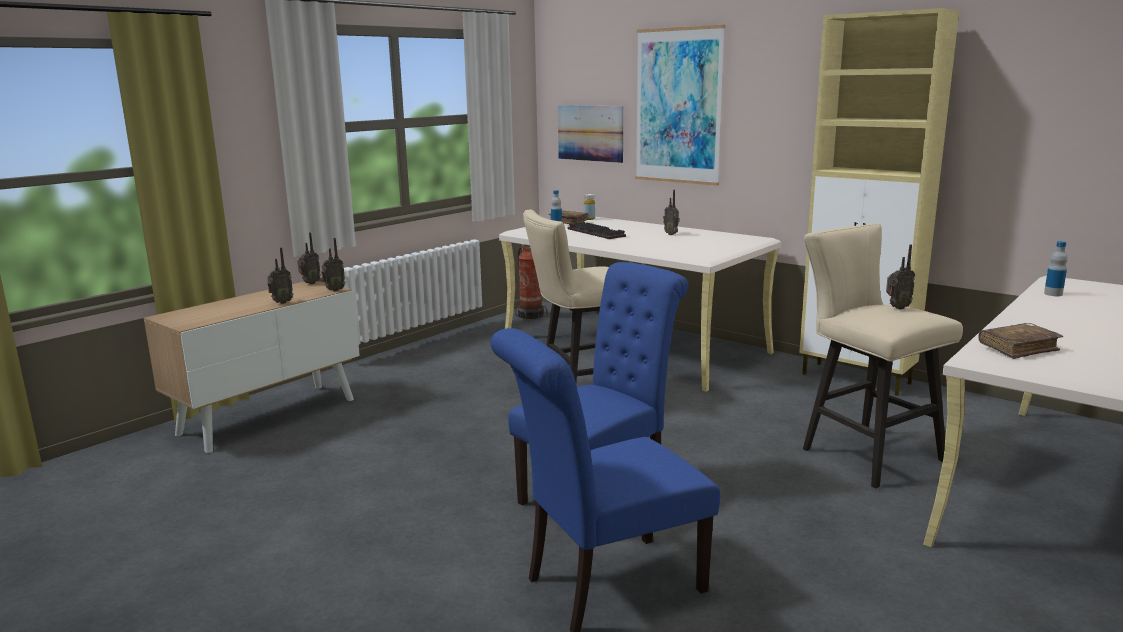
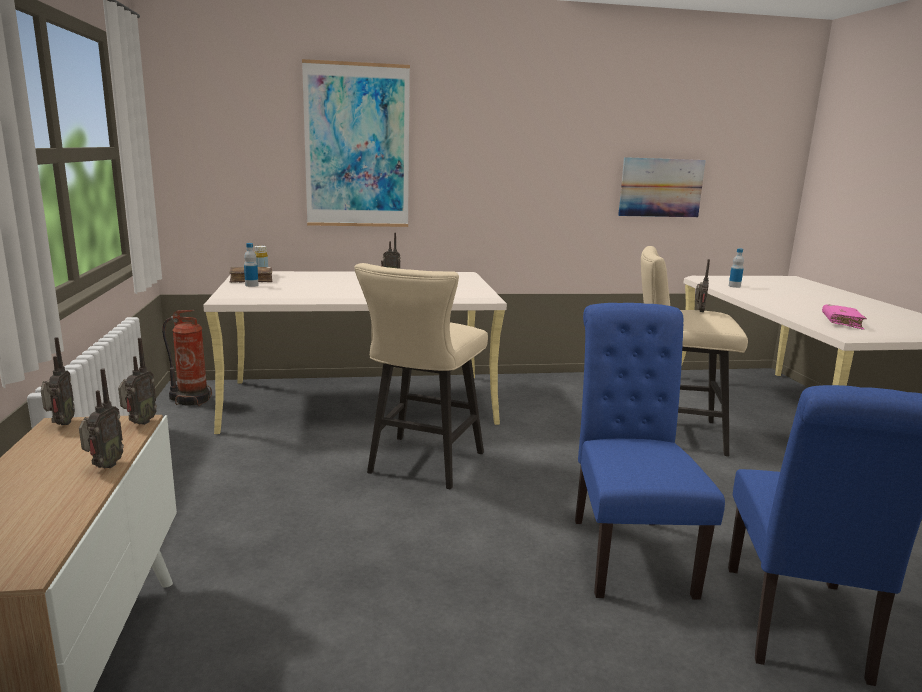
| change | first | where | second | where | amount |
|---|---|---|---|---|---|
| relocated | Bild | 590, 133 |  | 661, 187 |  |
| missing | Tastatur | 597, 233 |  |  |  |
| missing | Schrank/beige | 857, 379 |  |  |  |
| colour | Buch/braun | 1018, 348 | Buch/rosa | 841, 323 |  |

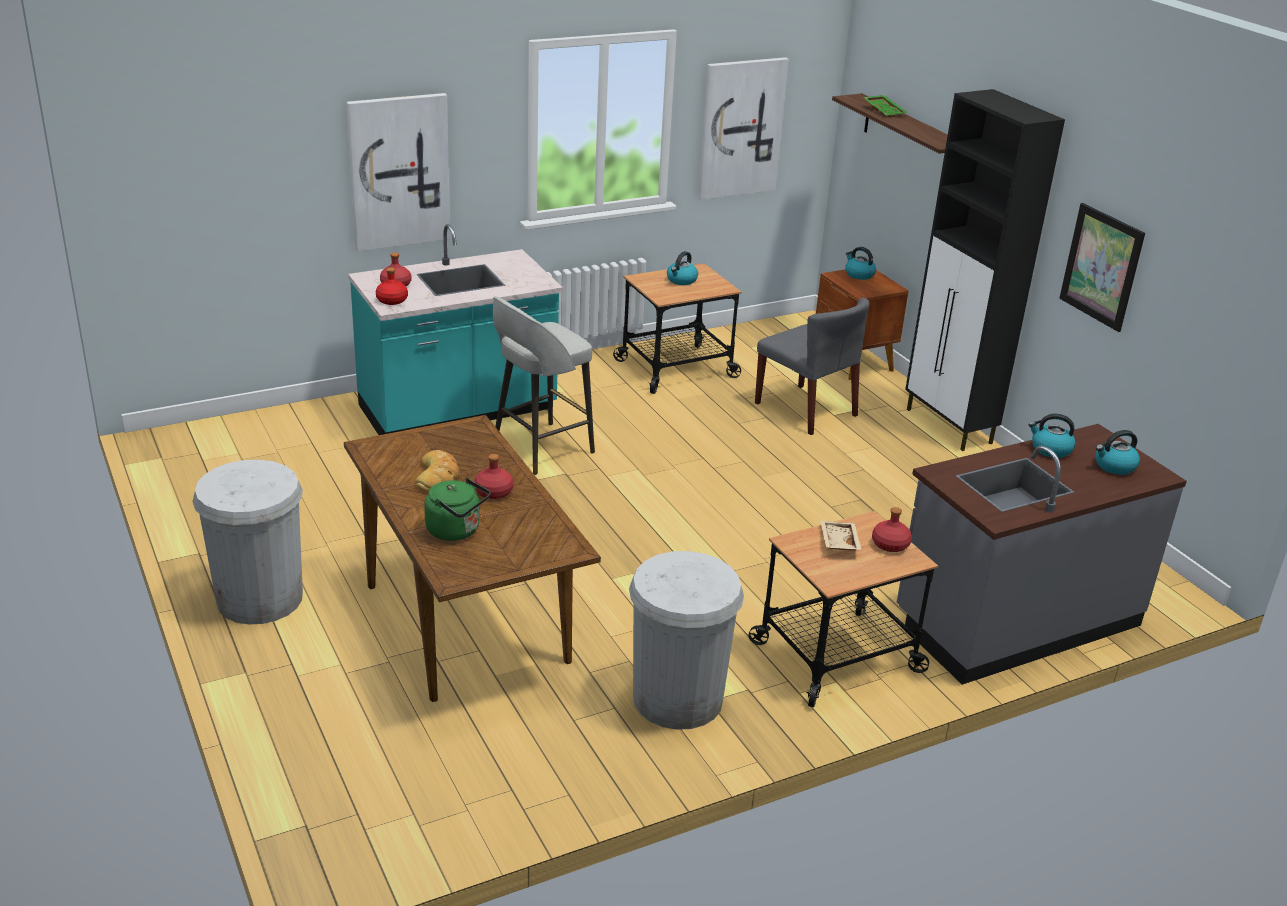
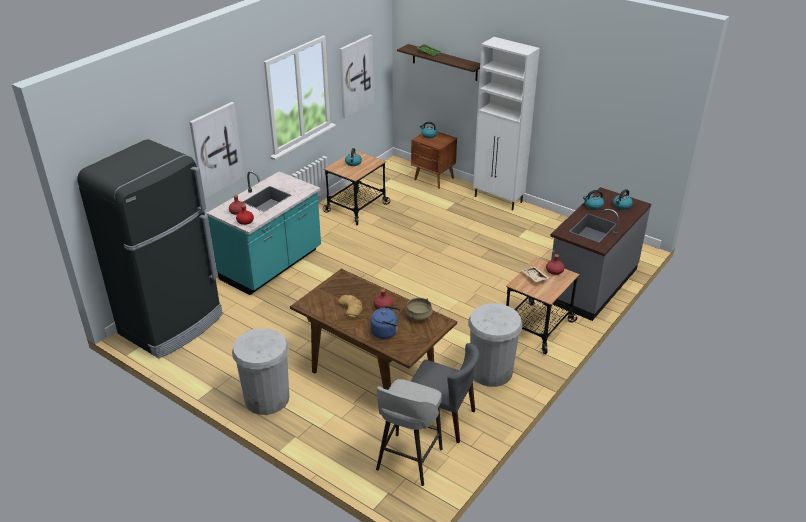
| change | first | where | second | where | amount |
|---|---|---|---|---|---|
| colour | Wasserkessel/grün | 456, 531 | Wasserkessel/blau | 386, 332 |  |
| relocated | Hocker/grau | 540, 449 |  | 408, 461 |  |
| relocated | Stuhl/grau | 806, 409 |  | 441, 418 |  |
| colour | Schrank/schwarz | 949, 427 | Schrank/weiß | 498, 199 |  |
| missing | Bild | 1101, 266 |  |  |  |
| appeared |  |  | Kühlschrank/schwarz | 172, 325 |  |
| appeared |  |  | Kochtopf/beige | 419, 316 |  |

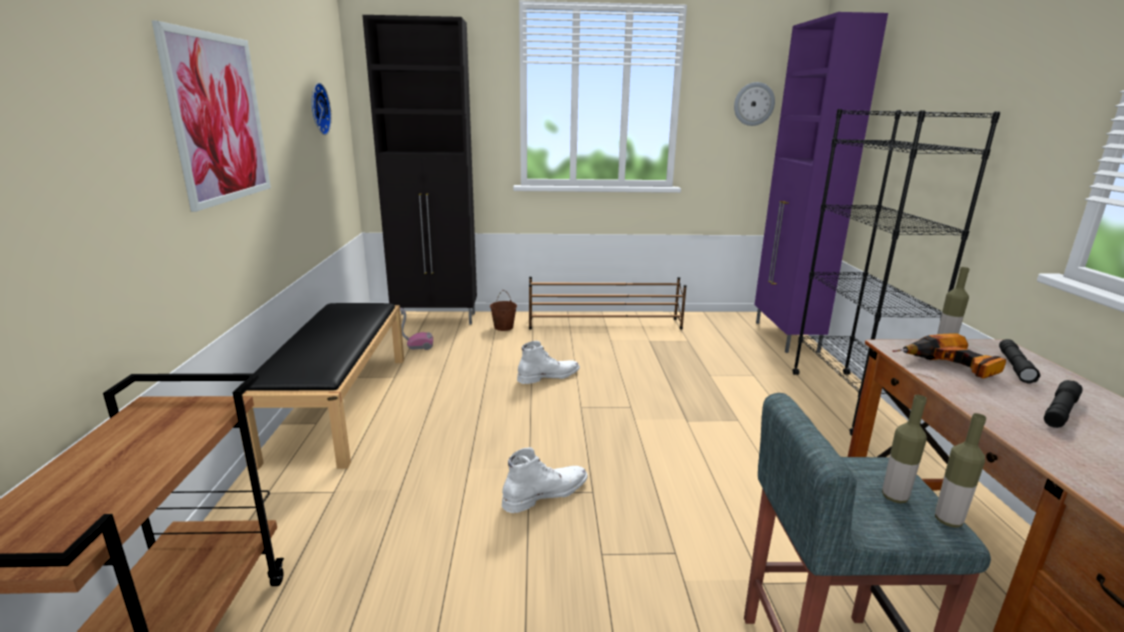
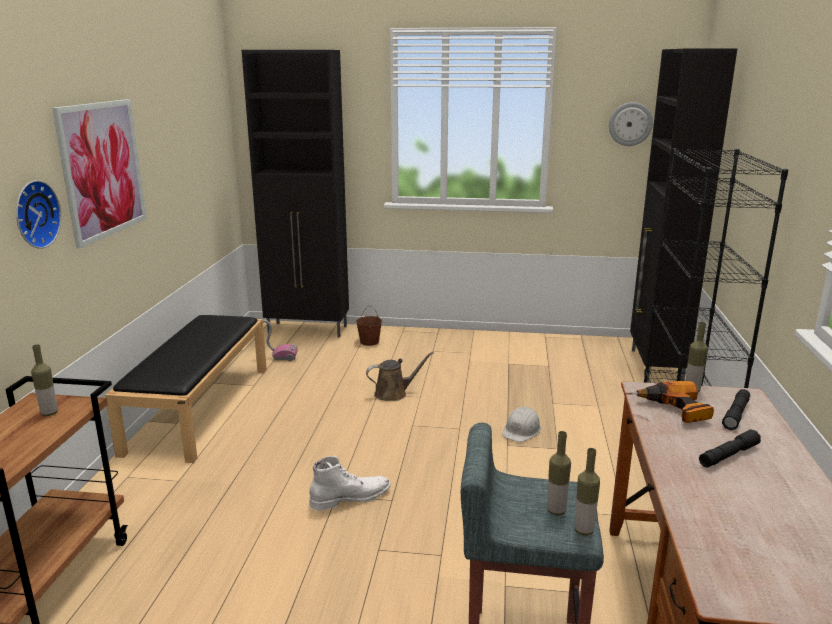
| change | first | where | second | where | amount |
|---|---|---|---|---|---|
| relocated | Wanduhr | 317, 109 |  | 34, 214 |  |
| exchanged | Stiefel/weiß | 548, 376 | Gießkanne/braun | 394, 393 |  |
| missing | Schuhregal/braun | 605, 324 |  |  |  |
| colour | Schrank/lila | 785, 337 | Schrank/schwarz | 655, 368 |  |
| appeared |  |  | Flasche | 49, 413 |  |
| appeared |  |  | Schutzhelm/weiß | 521, 430 |  |

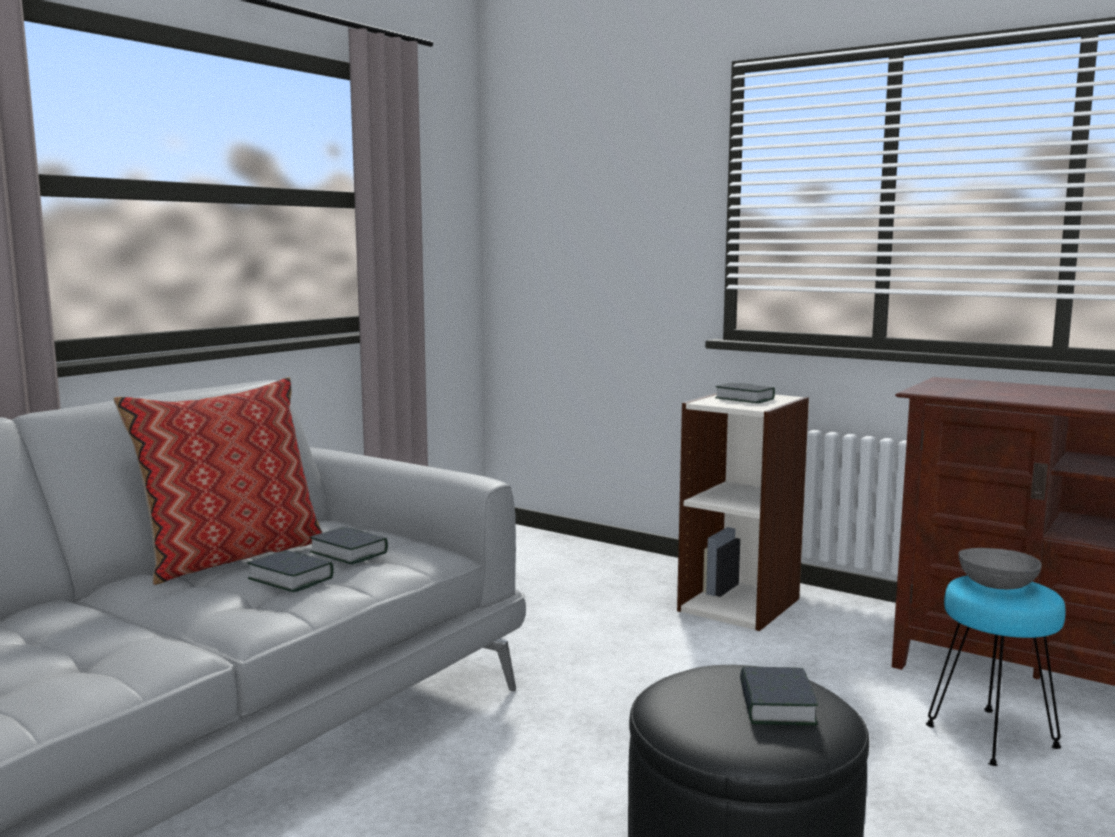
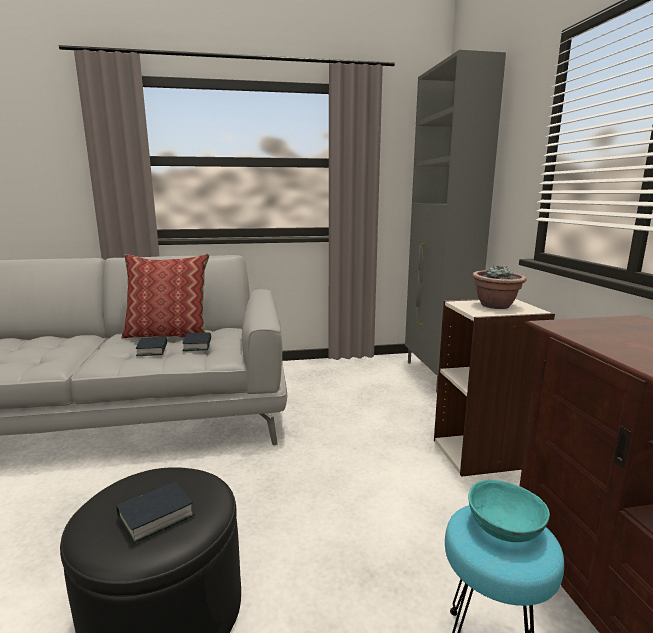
| change | first | where | second | where | amount |
|---|---|---|---|---|---|
| exchanged | Buch | 744, 399 | Topfpflanze | 496, 306 |  |
| colour | Schüssel/grau | 997, 585 | Schüssel/türkis | 503, 527 |  |
| appeared |  |  | Schrank/grau | 436, 376 |  |

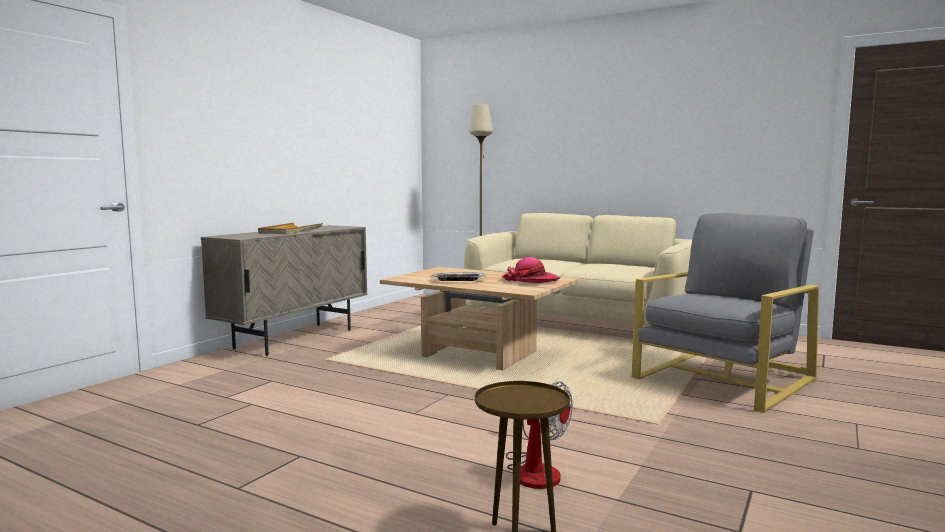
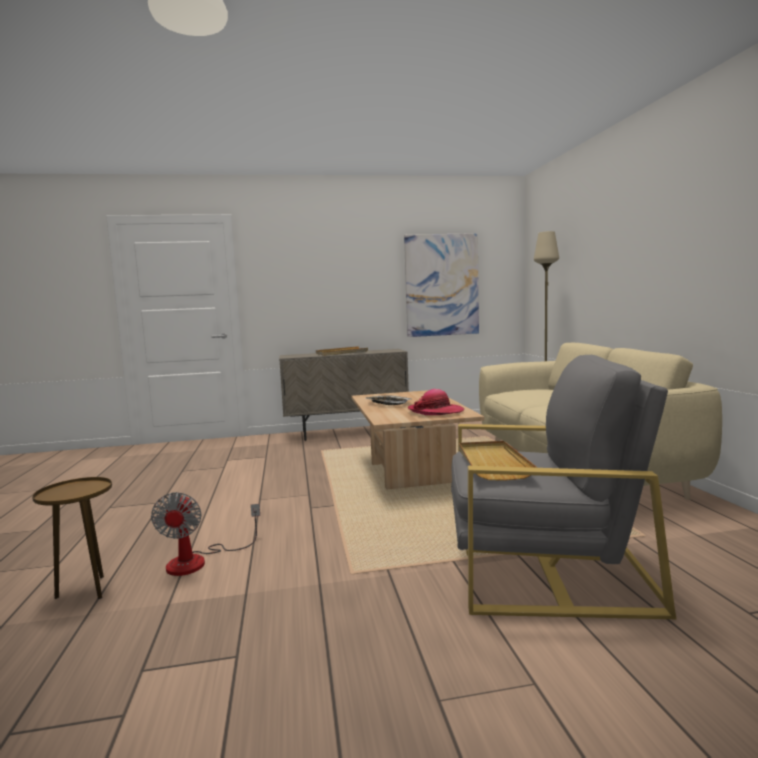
| change | first | where | second | where | amount |
|---|---|---|---|---|---|
| appeared |  |  | Bild | 441, 285 |  |
| appeared |  |  | Tablett/beige | 492, 463 |  |

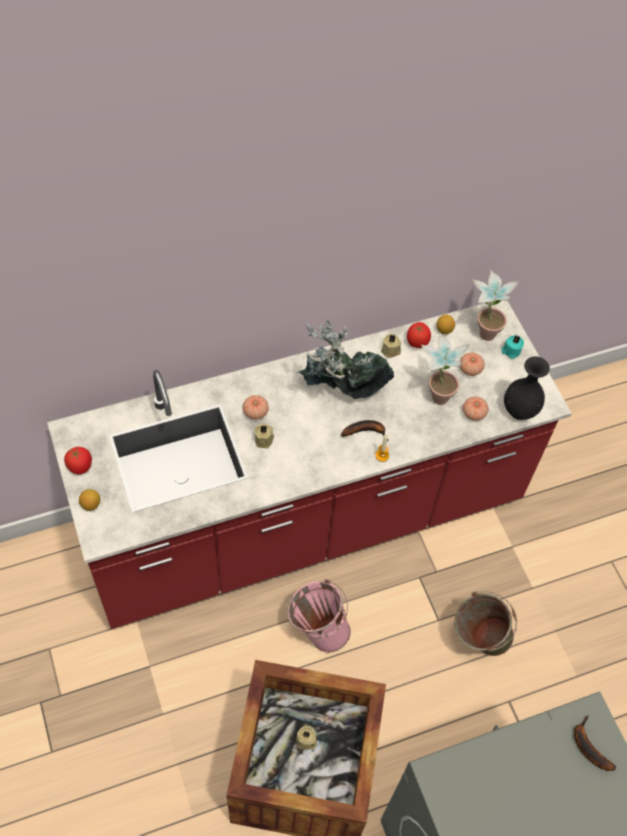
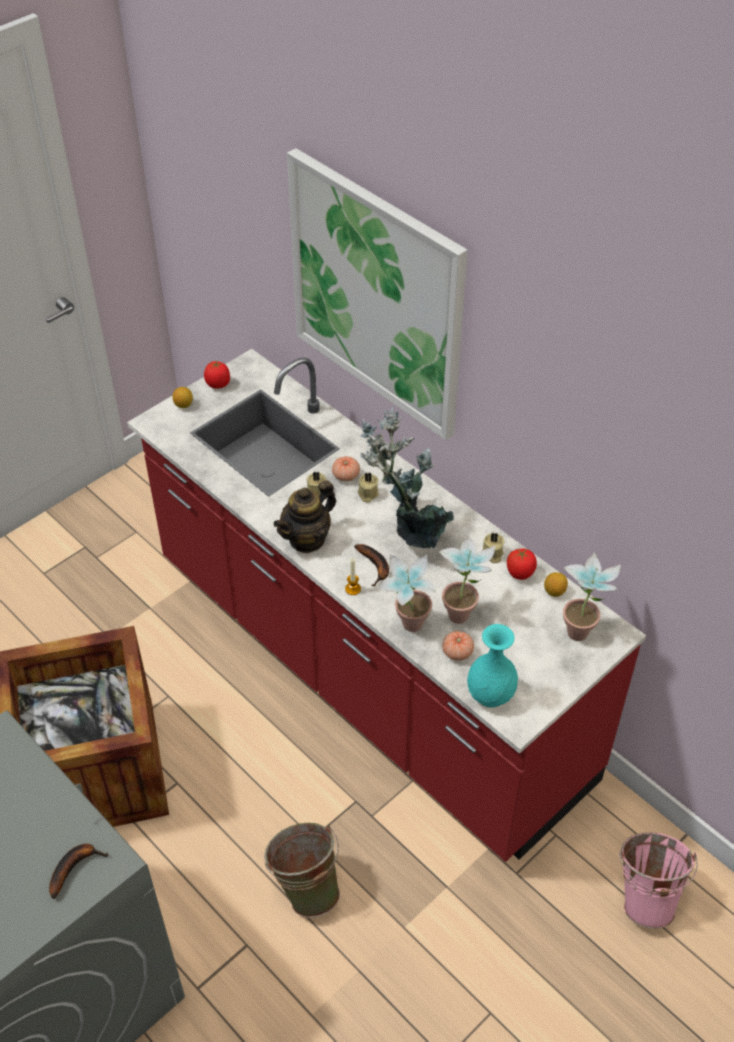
| change | first | where | second | where | amount |
|---|---|---|---|---|---|
| relocated | Eimer/rosa | 317, 630 |  | 646, 896 |  |
| relocated | Kerze/beige | 306, 741 |  | 367, 494 |  |
| missing | Tomate | 470, 369 |  |  |  |
| missing | Kerze/türkis | 511, 351 |  |  |  |
| colour | Vase/schwarz | 520, 409 | Vase/türkis | 491, 695 |  |
| appeared |  |  | Teekanne | 307, 539 |  |
| appeared |  |  | Bild | 377, 294 |  |
| appeared |  |  | Topfpflanze | 406, 628 |  |

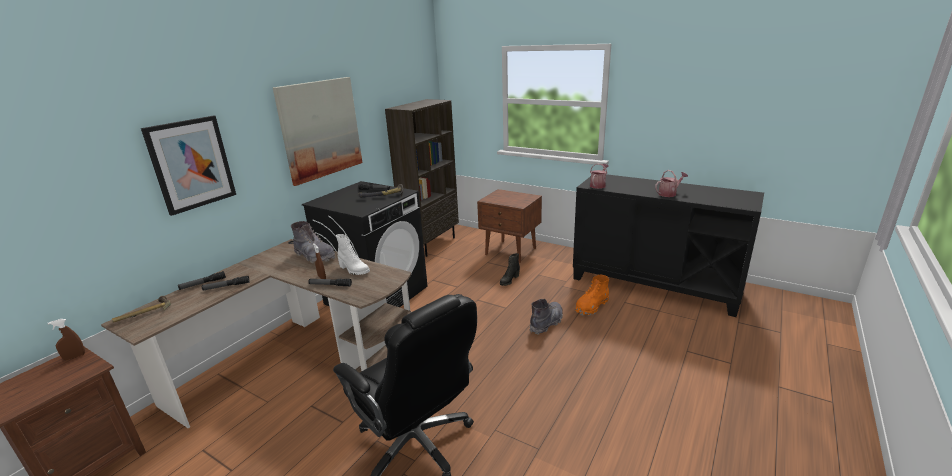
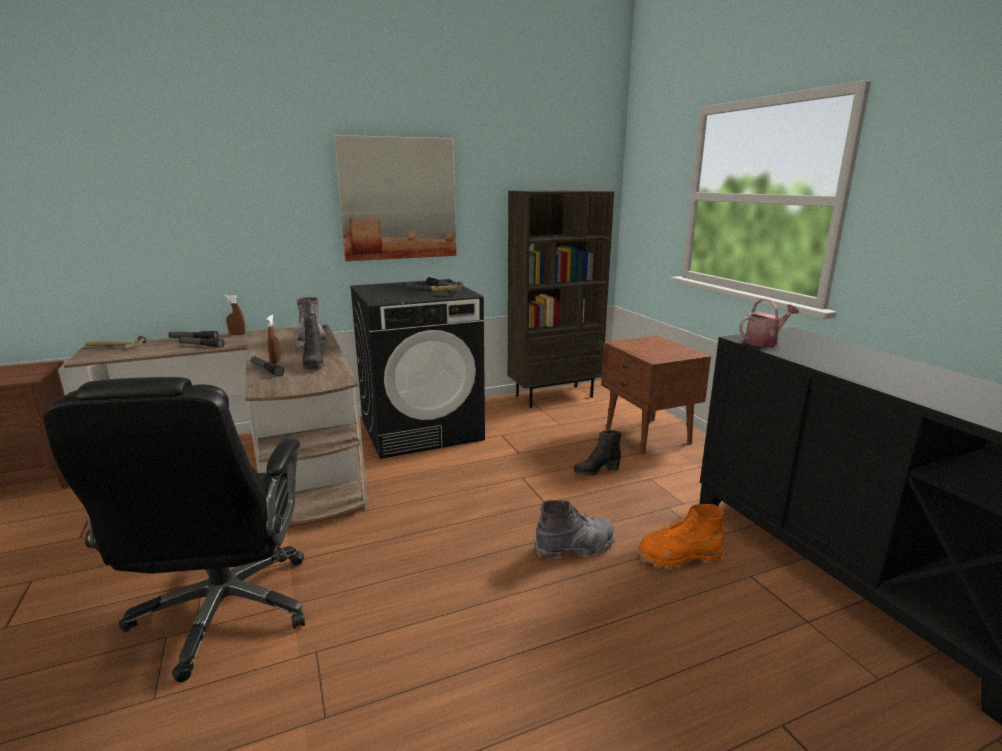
| change | first | where | second | where | amount |
|---|---|---|---|---|---|
| relocated | Sprühflasche/braun | 74, 357 |  | 237, 334 |  |
| missing | Bild | 191, 164 |  |  |  |
| colour | Stiefel/weiß | 354, 270 | Stiefel/schwarz | 313, 364 |  |
| missing | Gießkanne | 669, 193 |  |  |  |

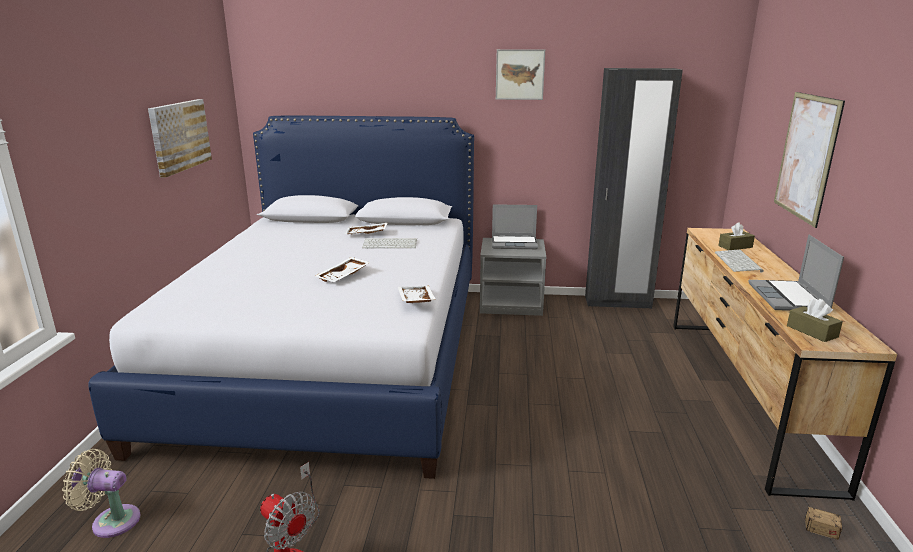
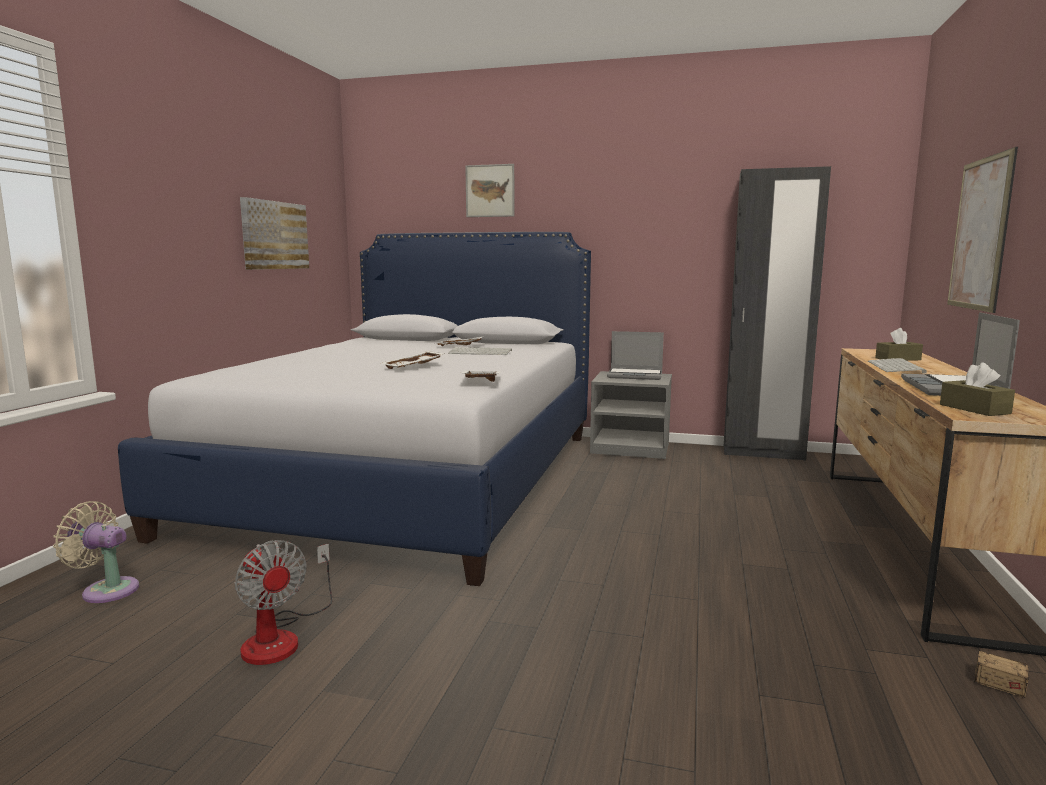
| change | first | where | second | where | amount |
|---|---|---|---|---|---|
| relocated | Bild | 520, 74 |  | 490, 191 |  |

